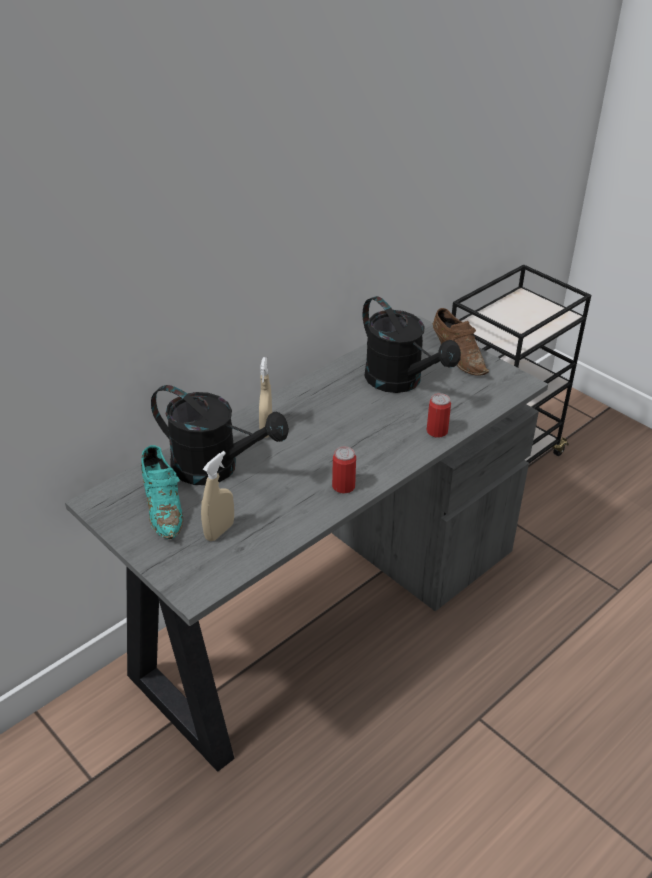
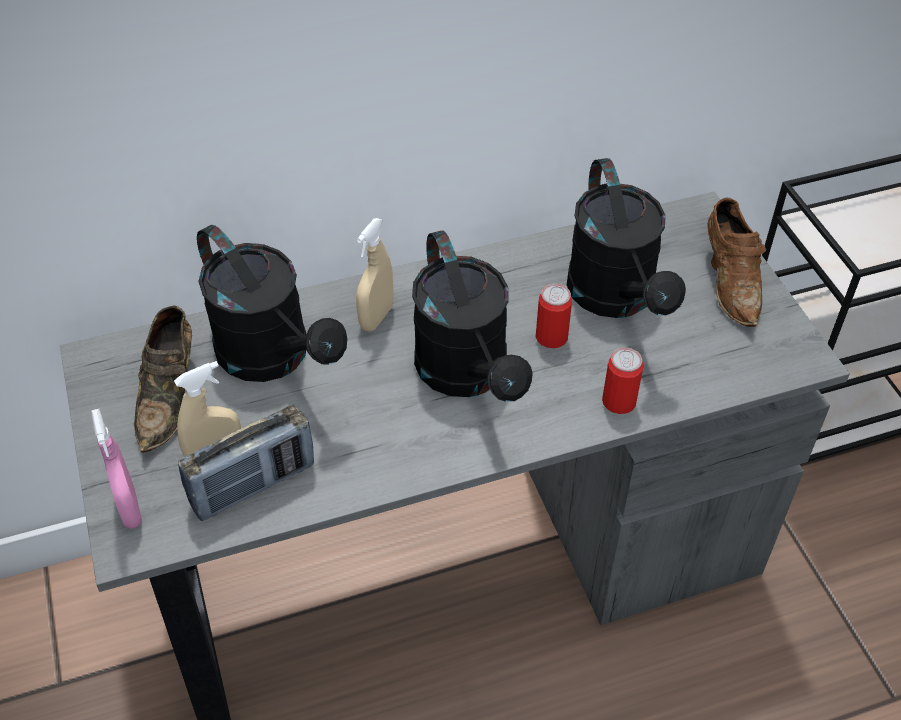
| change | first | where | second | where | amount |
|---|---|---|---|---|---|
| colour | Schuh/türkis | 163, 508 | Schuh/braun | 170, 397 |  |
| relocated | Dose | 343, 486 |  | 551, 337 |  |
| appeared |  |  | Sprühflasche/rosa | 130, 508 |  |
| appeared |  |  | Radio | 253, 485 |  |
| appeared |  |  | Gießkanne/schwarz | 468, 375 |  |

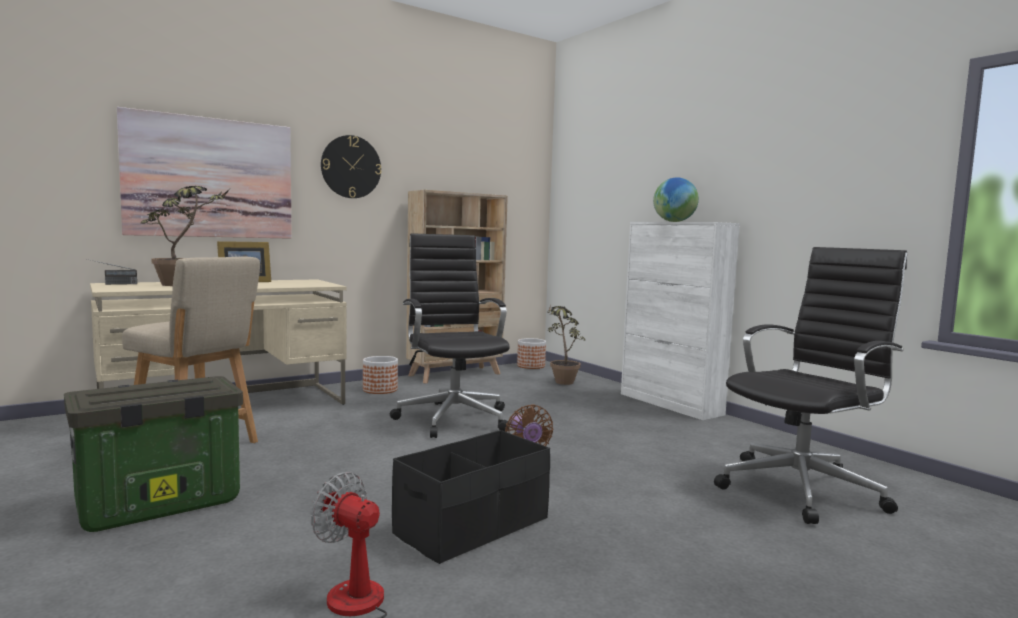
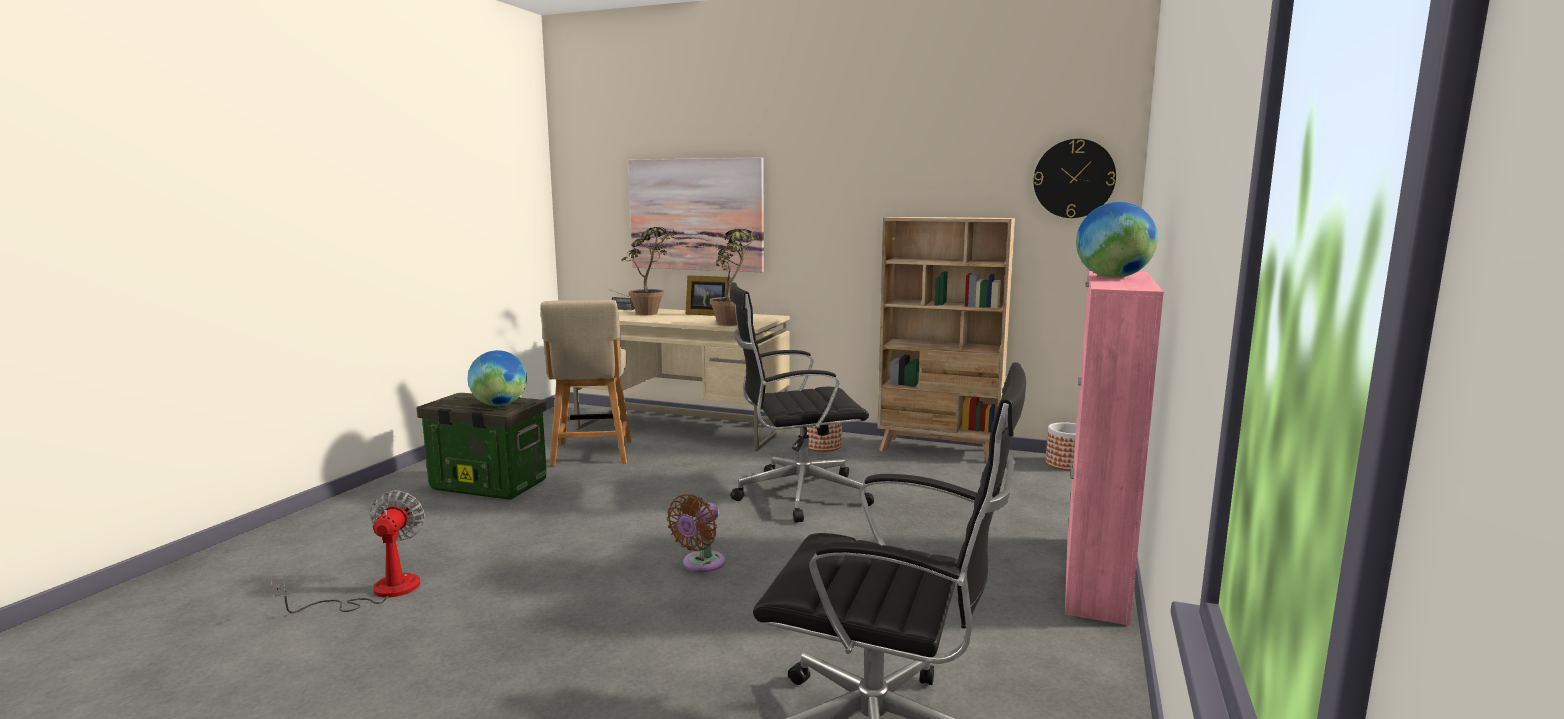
| change | first | where | second | where | amount |
|---|---|---|---|---|---|
| relocated | Wanduhr | 351, 167 |  | 1074, 178 |  |
| spun | Bürostuhl/schwarz | 453, 418 |  | 797, 494 | 135 degrees counterclockwise |
| missing | Aufbewahrungsbox/schwarz | 473, 526 |  |  |  |
| relocated | Topfpflanze | 561, 381 |  | 734, 322 |  |
| colour | Schrank/weiß | 670, 404 | Schrank/rosa | 1094, 577 |  |
| appeared |  |  | Globus | 499, 405 |  |

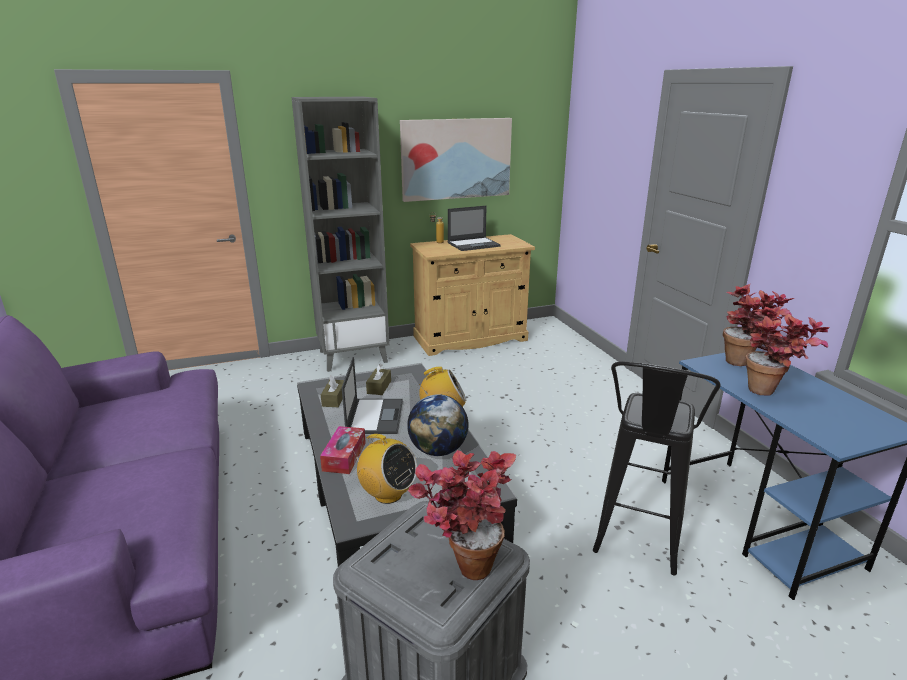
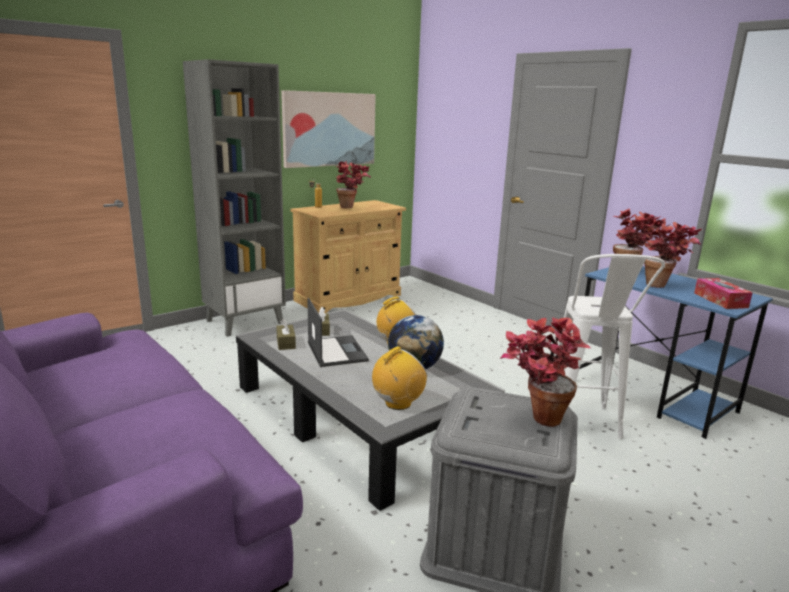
| change | first | where | second | where | amount |
|---|---|---|---|---|---|
| relocated | Taschentuchbox | 344, 456 |  | 720, 300 |  |
| spun | Radio | 387, 494 |  | 398, 403 | 60 degrees counterclockwise |
| exchanged | Laptop | 474, 244 | Topfpflanze | 351, 207 |  |
| colour | Hocker/schwarz | 635, 549 | Hocker/weiß | 584, 427 |  |

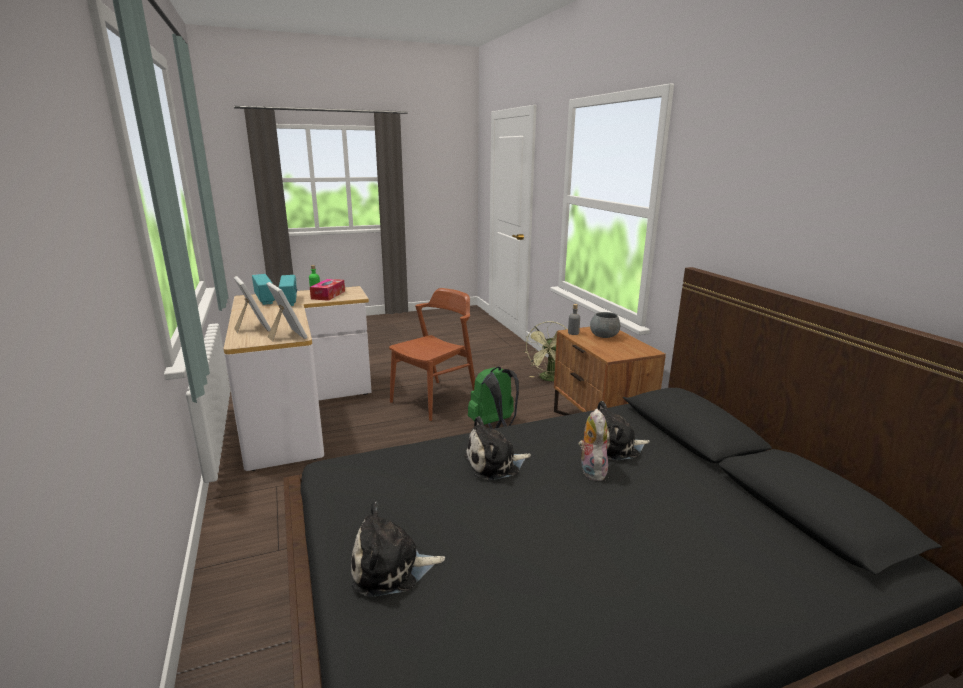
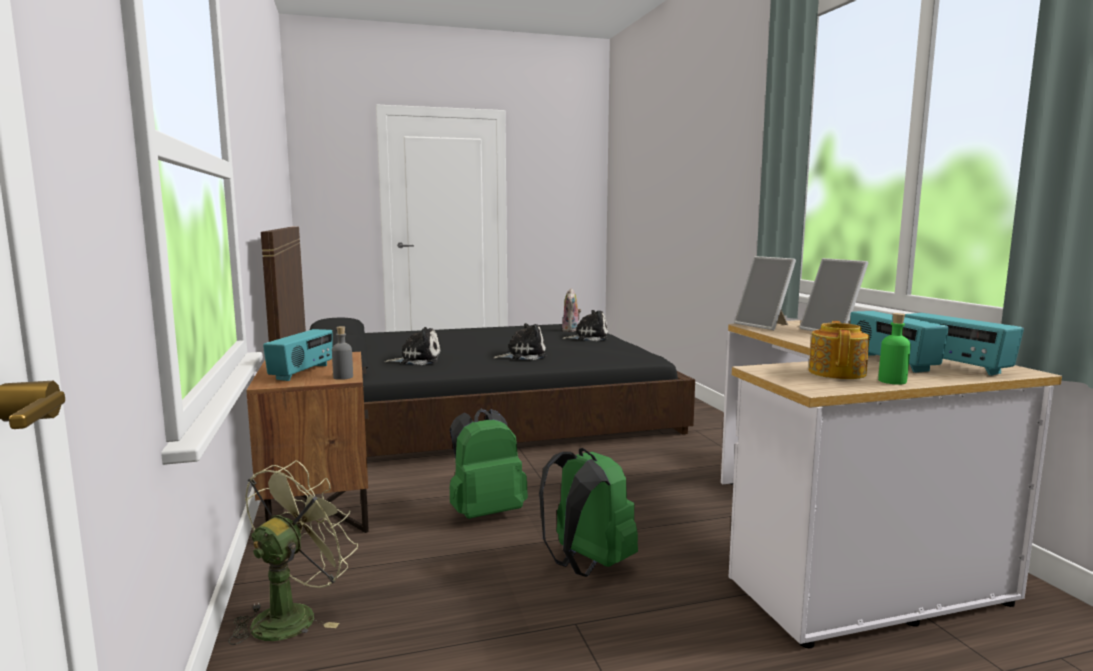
| change | first | where | second | where | amount |
|---|---|---|---|---|---|
| exchanged | Taschentuchbox | 328, 295 | Teekanne | 837, 372 |  |
| exchanged | Stuhl/braun | 434, 399 | Rucksack/grün | 586, 564 |  |
| relocated | Plüschtier | 591, 470 |  | 571, 330 |  |
| exchanged | Schüssel/grau | 604, 336 | Radio | 302, 372 |  |

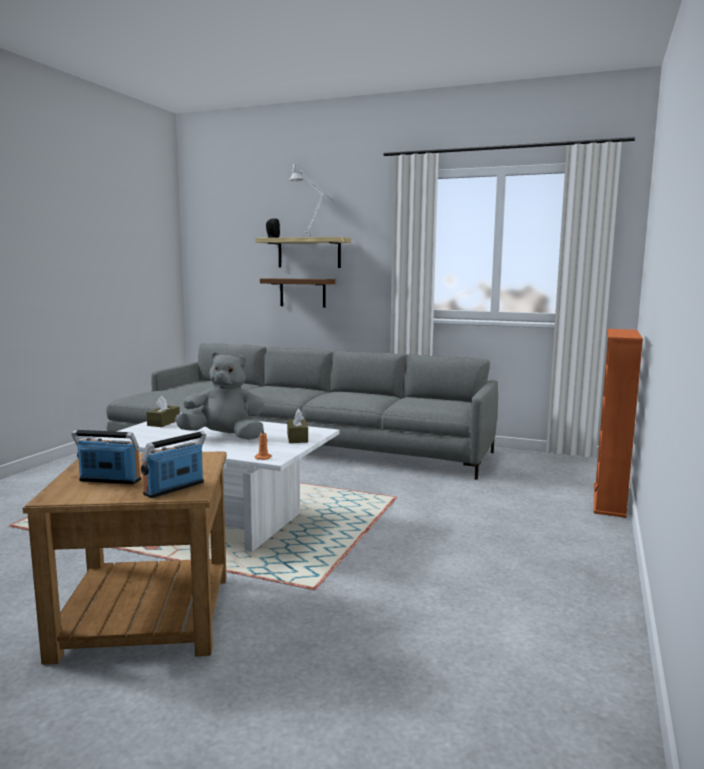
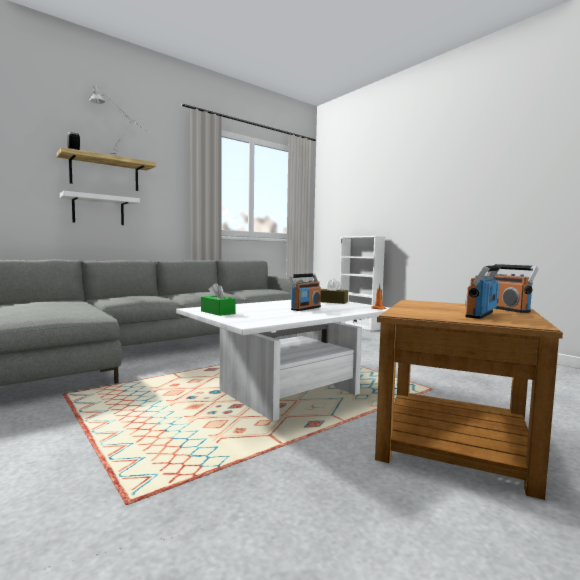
| change | first | where | second | where | amount |
|---|---|---|---|---|---|
| colour | Taschentuchbox/braun | 163, 422 | Taschentuchbox/grün | 218, 312 |  |
| exchanged | Plüschtier/grau | 224, 437 | Radio | 305, 308 |  |
| colour | Wandregal/braun | 302, 292 | Wandregal/weiß | 98, 210 |  |
| colour | Bücherregal/orange | 609, 500 | Bücherregal/weiß | 359, 326 |  |

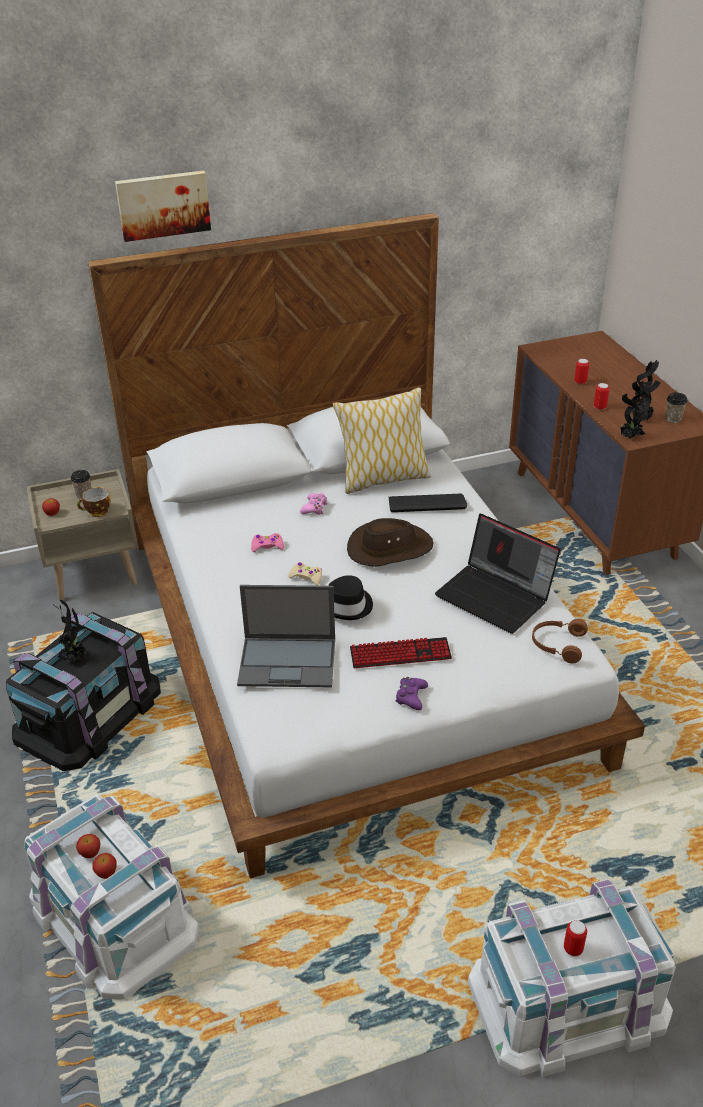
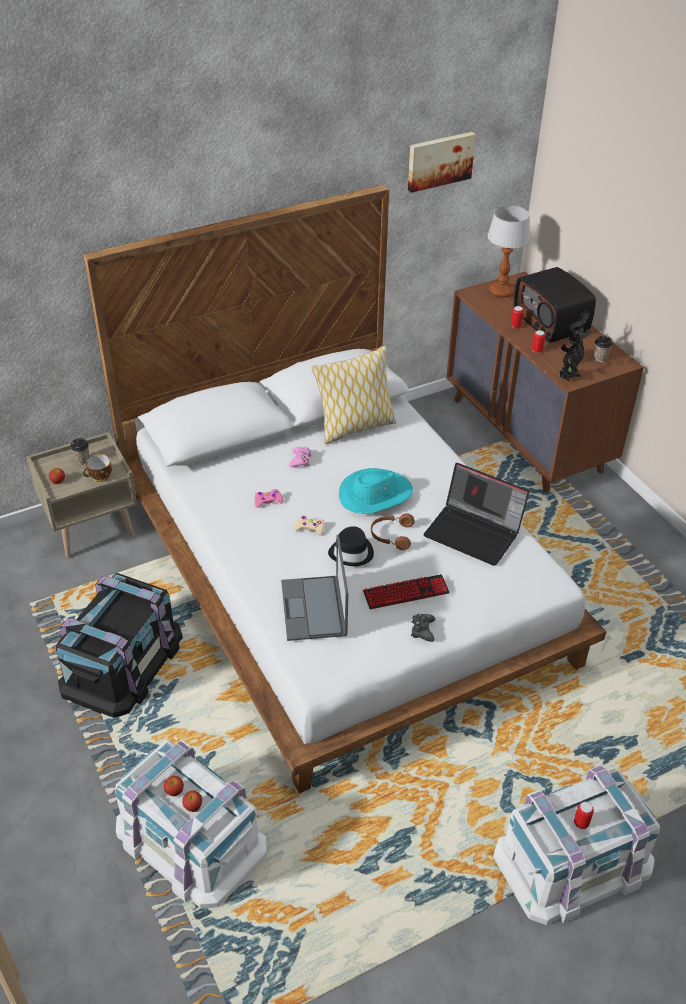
| change | first | where | second | where | amount |
|---|---|---|---|---|---|
| missing | Topfpflanze | 75, 658 |  |  |  |
| relocated | Bild | 163, 204 |  | 439, 160 |  |
| spun | Laptop | 289, 662 |  | 314, 609 | 90 degrees clockwise |
| colour | Hut/braun | 389, 548 | Hut/türkis | 375, 495 |  |
| missing | Tastatur | 426, 503 |  |  |  |
| colour | Gamepad/lila | 411, 697 | Gamepad/schwarz | 422, 630 |  |
| relocated | Kopfhörer/braun | 557, 644 |  | 391, 535 |  |
| appeared |  |  | Tischlampe | 502, 292 |  |
| appeared |  |  | Radio | 552, 322 |  |

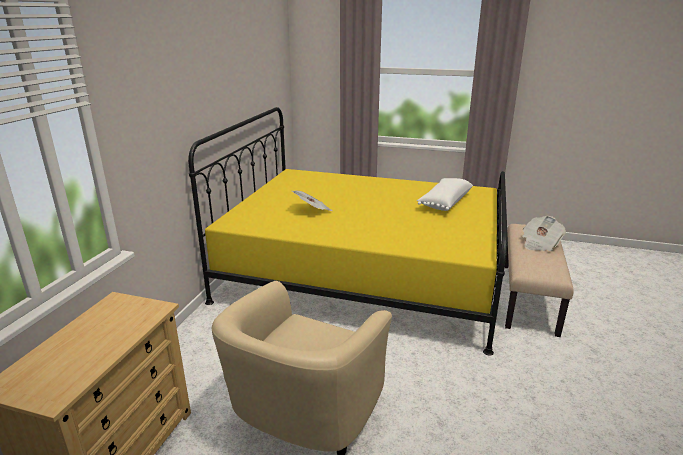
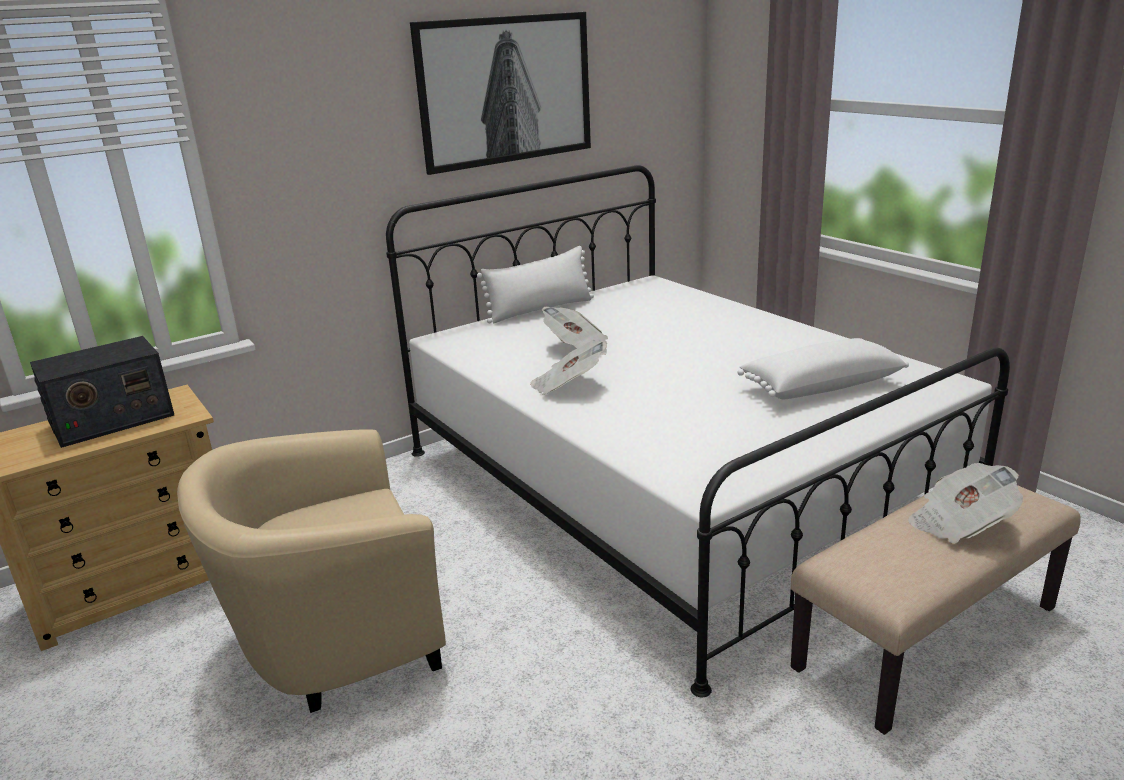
| change | first | where | second | where | amount |
|---|---|---|---|---|---|
| colour | Bett/gelb | 364, 274 | Bett/weiß | 669, 484 |  |
| appeared |  |  | Radio | 111, 420 |  |
| appeared |  |  | Bild | 505, 90 |  |
| appeared |  |  | Kissen/weiß | 540, 309 |  |
| appeared |  |  | Zeitung | 567, 386 |  |

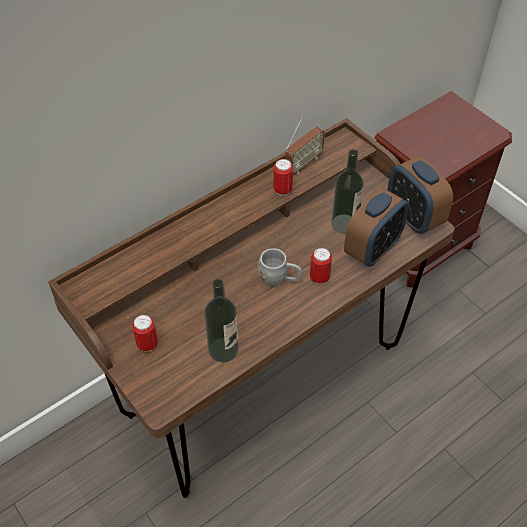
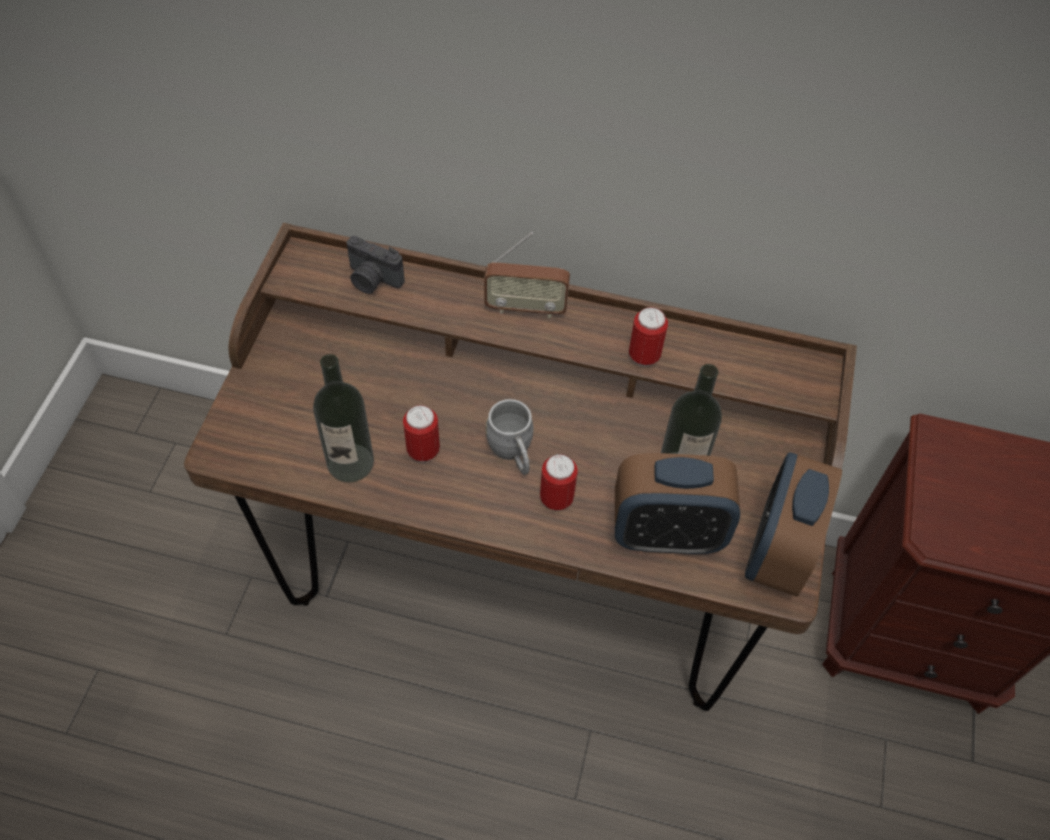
| change | first | where | second | where | amount |
|---|---|---|---|---|---|
| relocated | Dose | 147, 344 |  | 423, 450 |  |
| relocated | Radio | 303, 163 |  | 525, 308 |  |
| appeared |  |  | Kamera | 372, 280 |  |

